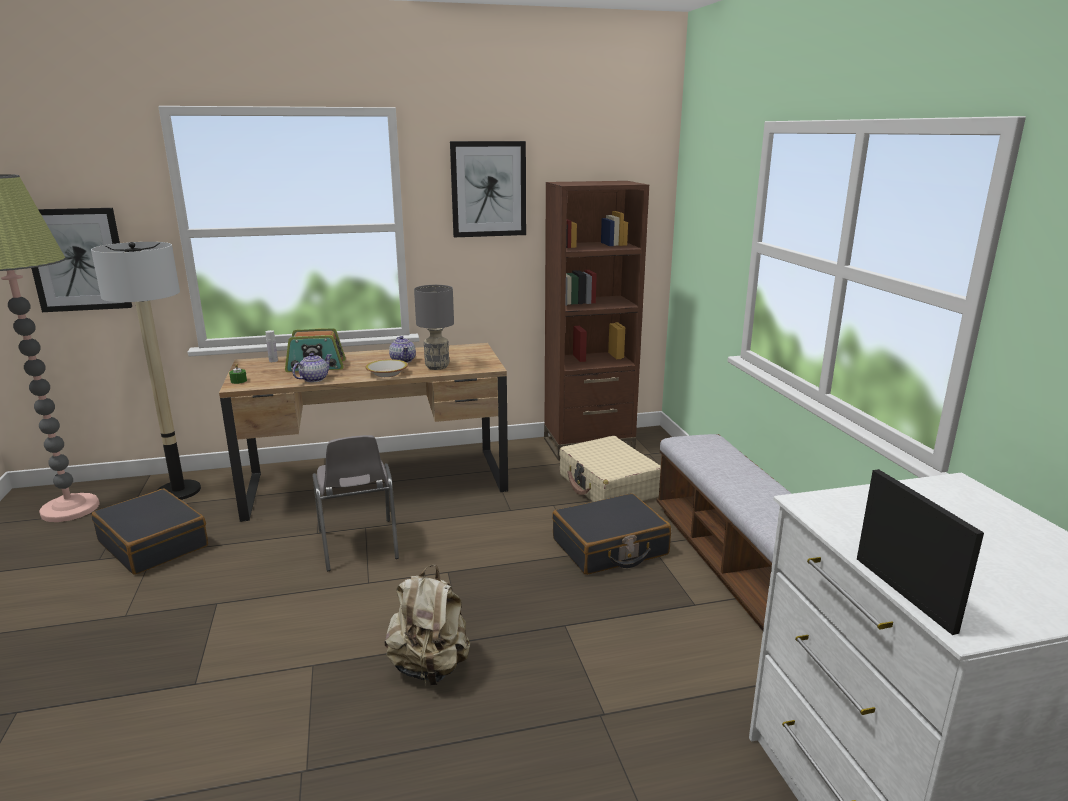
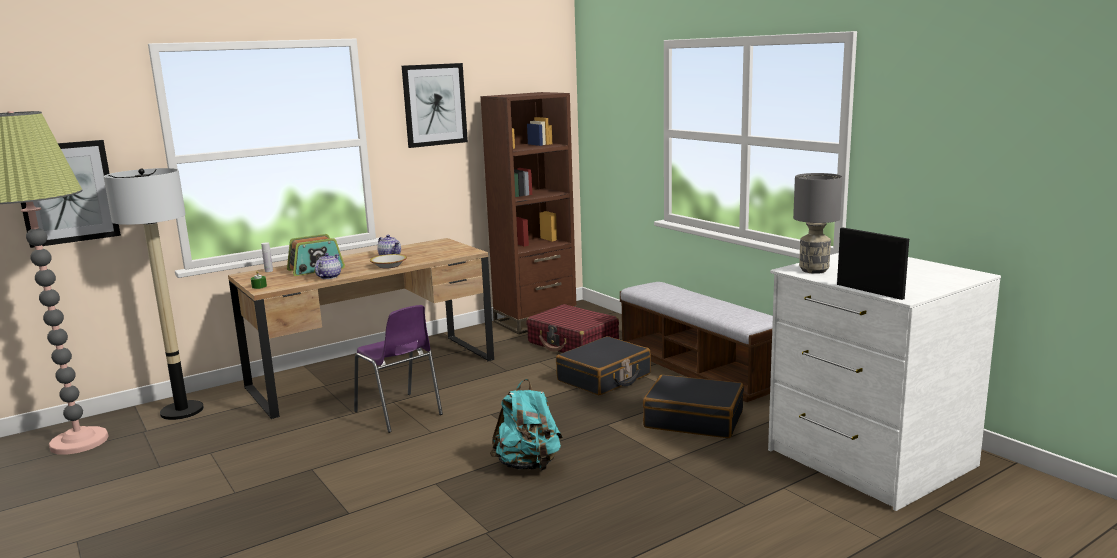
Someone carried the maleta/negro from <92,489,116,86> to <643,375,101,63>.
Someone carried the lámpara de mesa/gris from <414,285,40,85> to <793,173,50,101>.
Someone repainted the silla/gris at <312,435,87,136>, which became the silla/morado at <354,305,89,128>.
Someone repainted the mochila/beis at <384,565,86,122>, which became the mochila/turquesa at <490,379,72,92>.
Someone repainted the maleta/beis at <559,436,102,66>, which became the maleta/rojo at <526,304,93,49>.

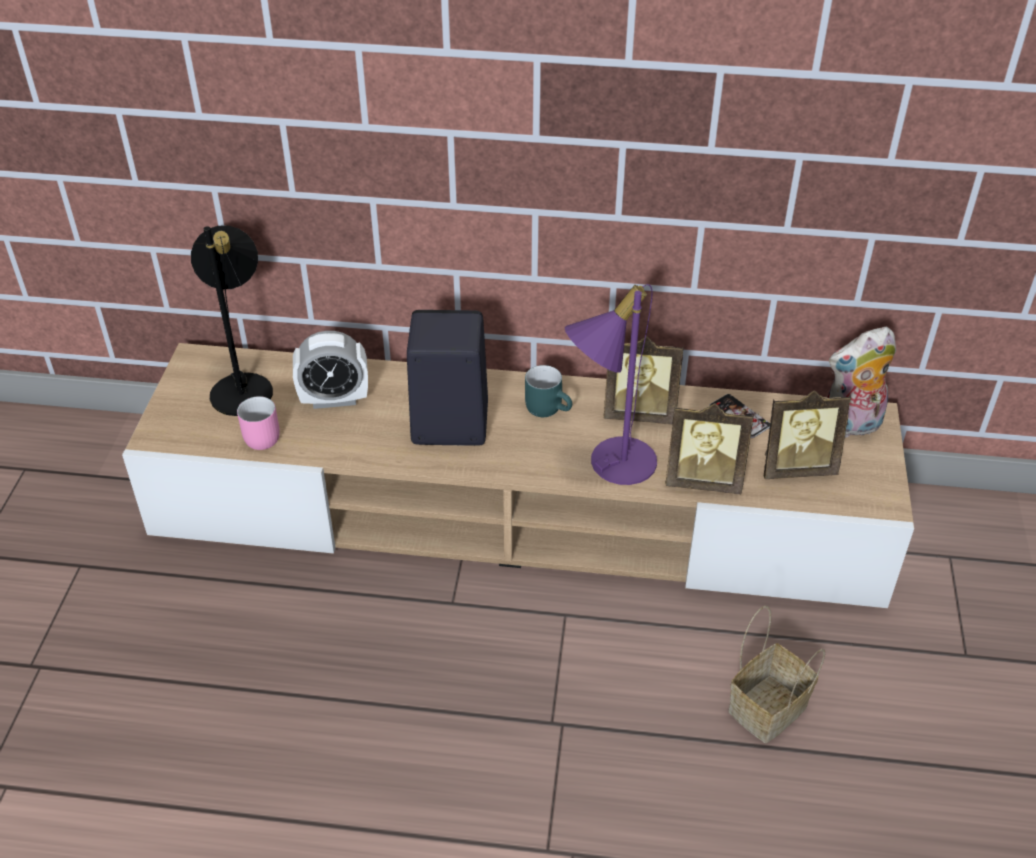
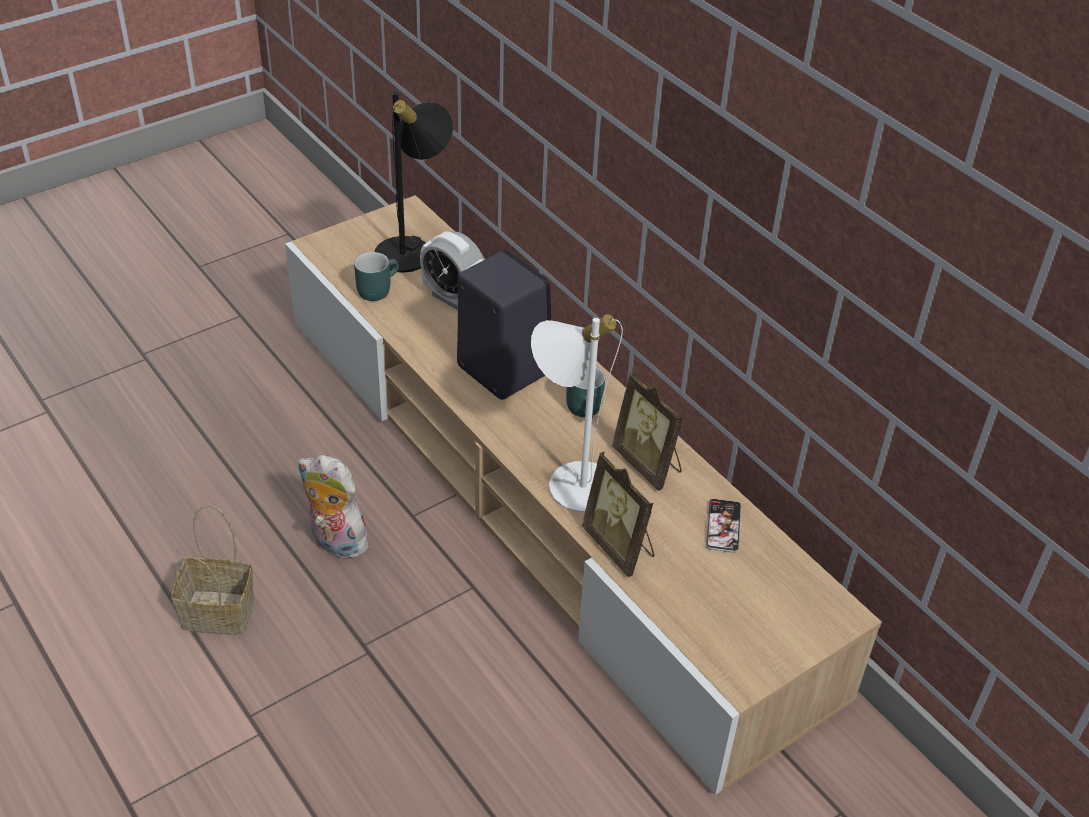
Someone took away the portarretratos at <764,390,87,89>.
Someone carried the cesta from <728,606,97,137> to <171,505,83,130>.
Someone carried the peluche from <827,327,69,111> to <298,455,73,104>.
Someone repainted the taza grande/rosa at <237,396,43,54>, which became the taza grande/turquesa at <354,252,45,49>.
Someone repainted the lámpara de mesa/morado at <565,284,92,201>, which became the lámpara de mesa/blanco at <531,314,92,199>.

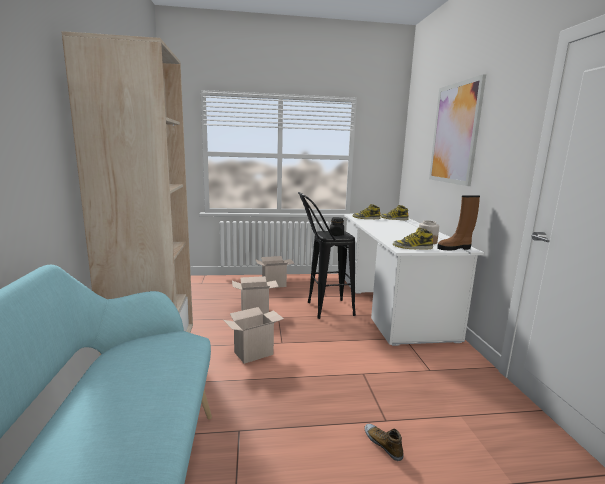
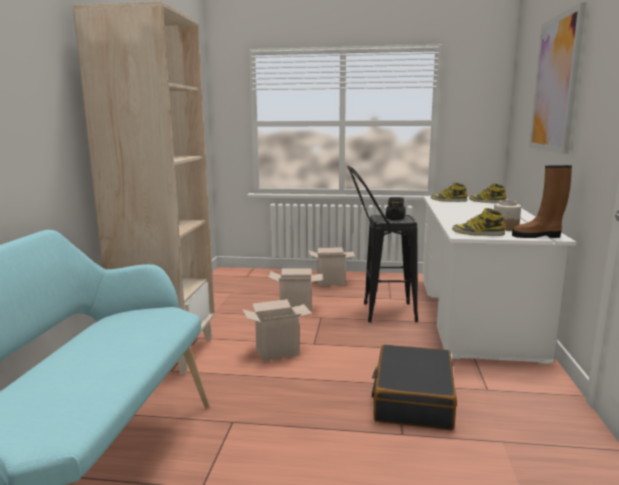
Someone took away the zapato at <364,424,40,37>.
Someone put down the maleta/negro at <372,344,85,86>.

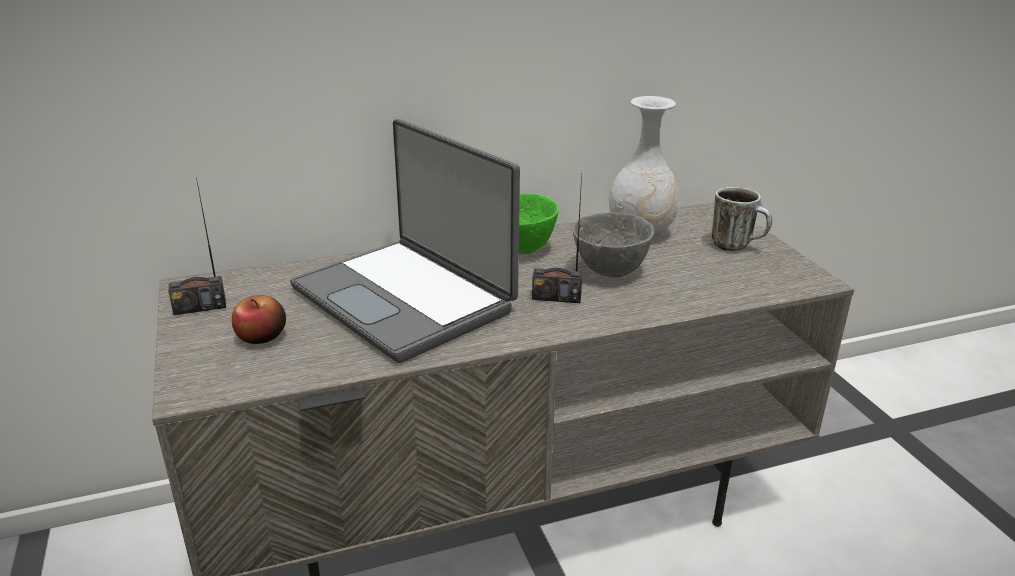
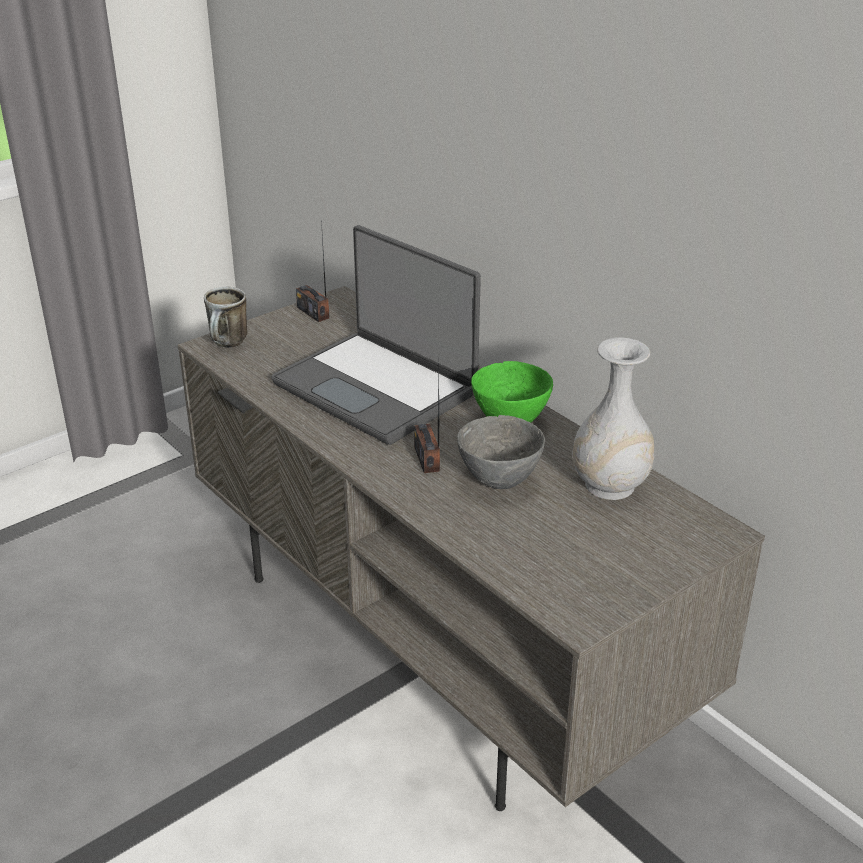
Someone took away the manzana at <232,295,54,49>.
Someone carried the taza grande from <712,187,60,64> to <204,287,43,61>.
Someone rotated the portátil at <290,119,230,244> by 75 degrees counterclockwise.

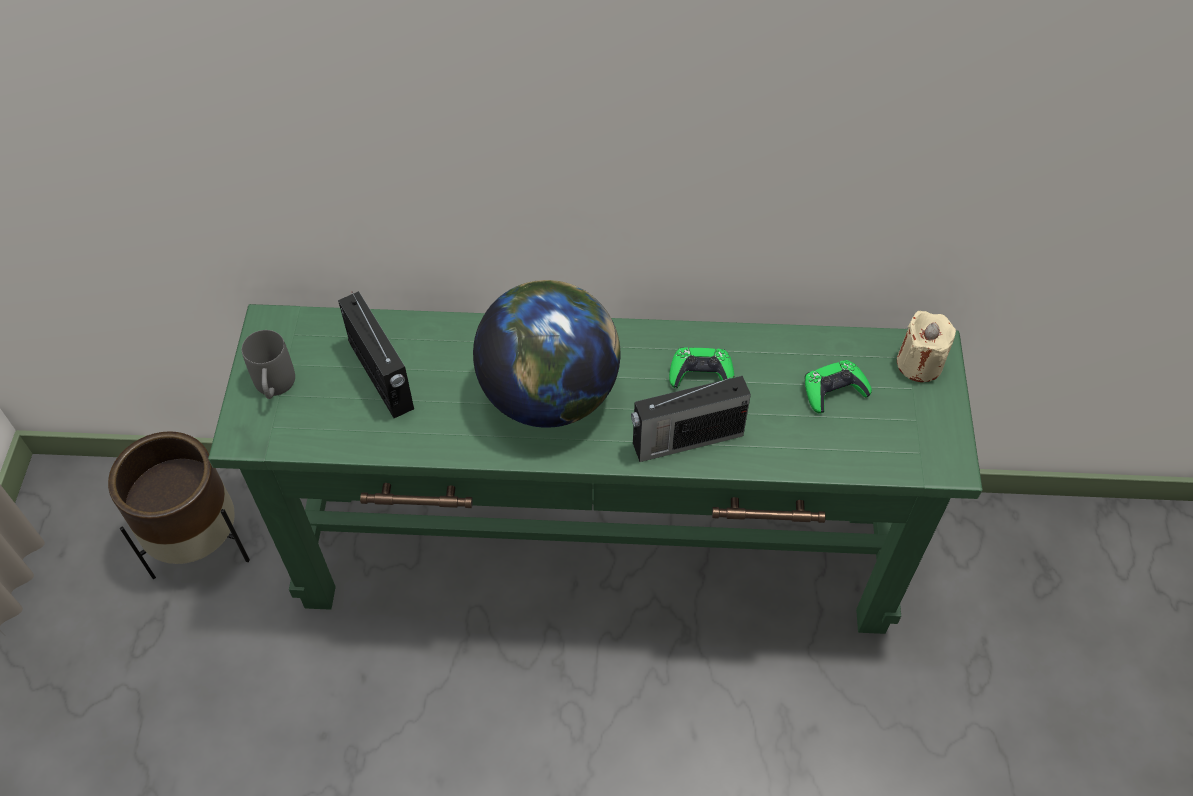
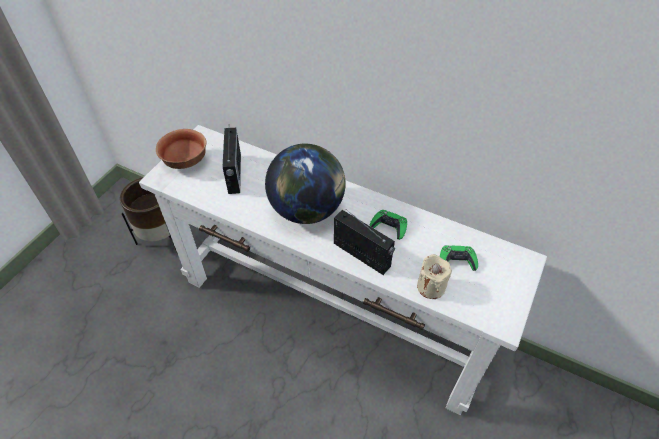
Someone carried the vela/beis from <897,311,59,71> to <417,254,35,45>.
Someone swapped the taza grande/gris at <242,330,53,69> for the cuenco at <156,129,51,40>.
Someone repainted the mesa consola/verde at <208,304,775,330>, which became the mesa consola/blanco at <139,125,408,290>.
Someone rotated the radio at <631,376,120,86> by 150 degrees counterclockwise.

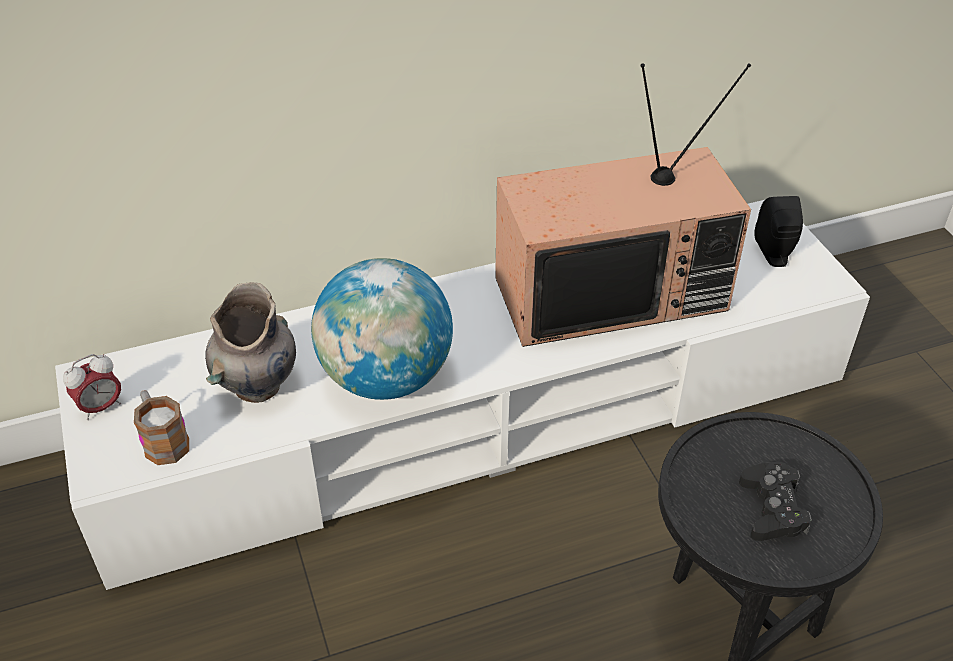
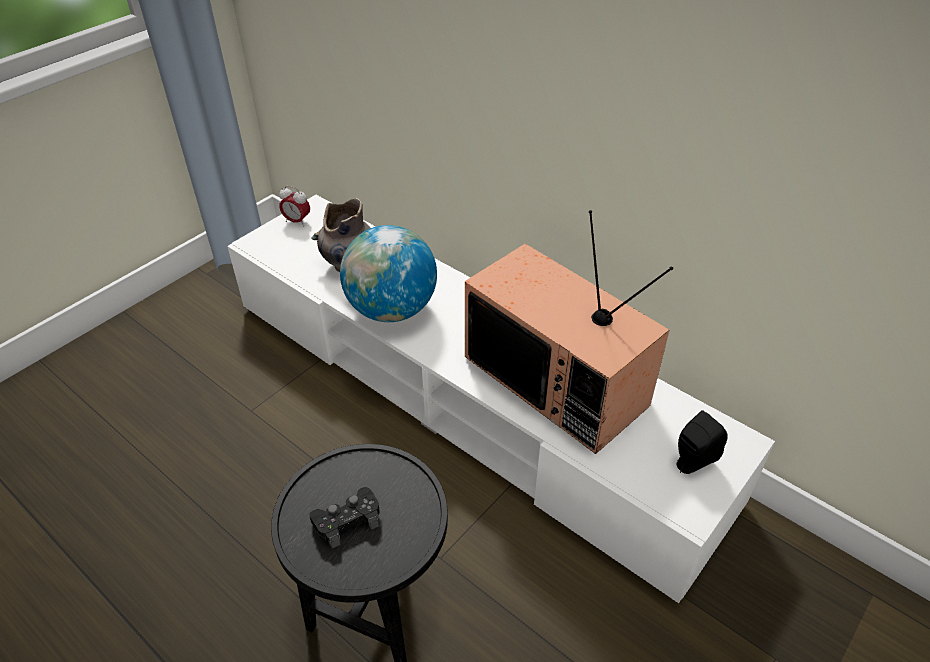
Someone took away the taza grande at <134,390,55,75>.

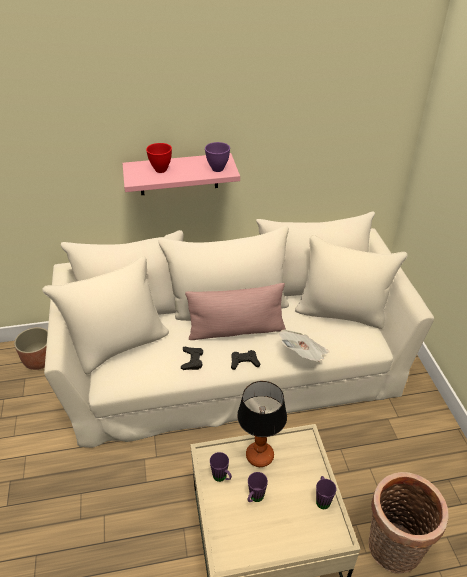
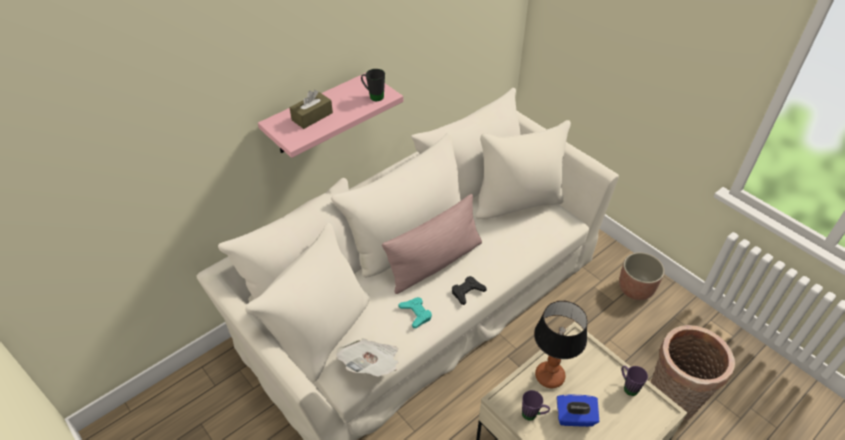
Someone carried the maceta from <14,327,34,43> to <619,252,45,48>.
Someone carried the periódico from <279,330,50,32> to <336,338,63,38>.
Someone swapped the cuenco/rojo at <146,143,26,30> for the caja de pañuelos/marrón at <290,90,43,39>.
Someone swapped the cuenco/morado at <205,142,25,30> for the taza grande/negro at <361,69,24,32>.
Someone swapped the taza grande/morado at <247,472,21,30> for the caja de pañuelos/azul at <556,395,43,32>.
Someone repainted the mando de consola/negro at <181,347,22,23>, which became the mando de consola/turquesa at <398,297,34,31>.

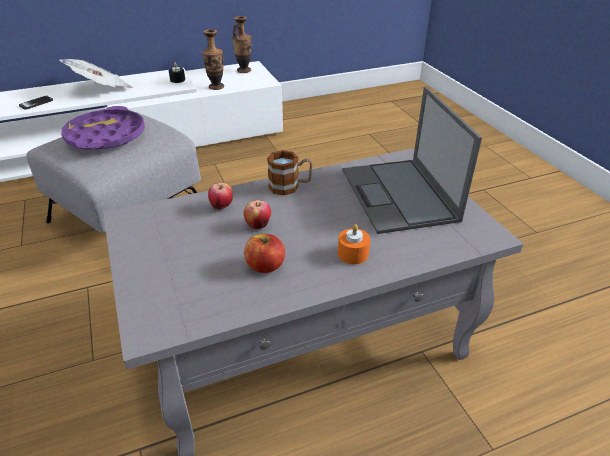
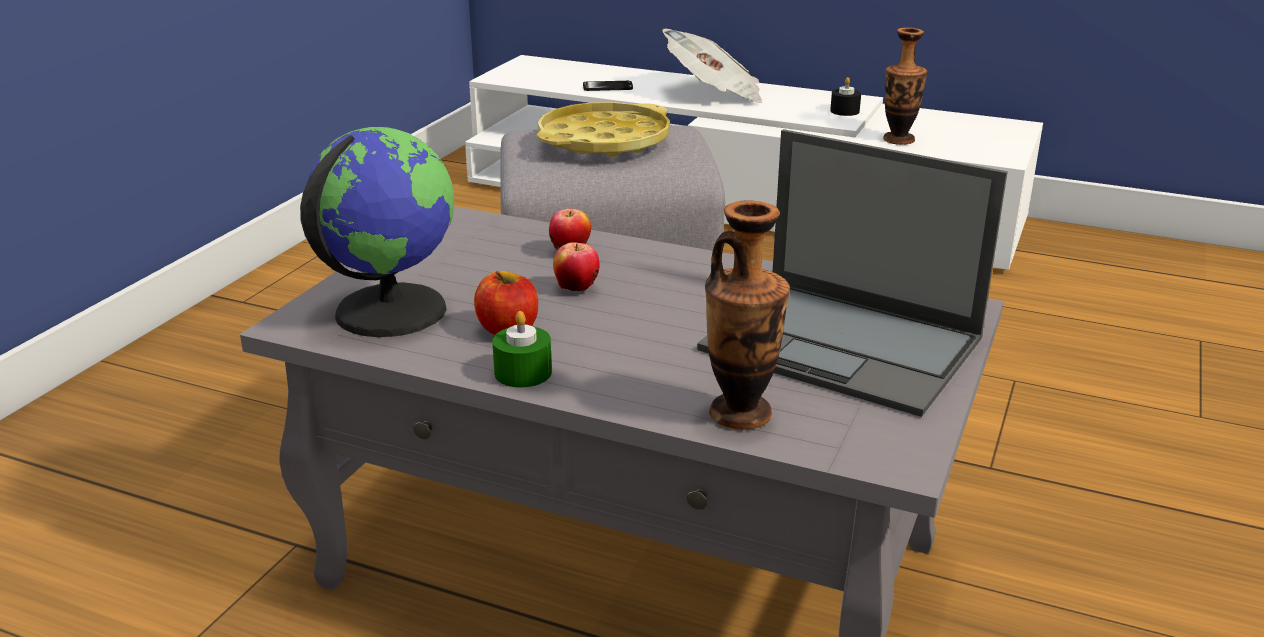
Someone took away the taza grande at <267,150,46,45>.
Someone took away the vela/naranja at <338,224,32,40>.
Someone put down the globo terráqueo at <300,127,154,210>.
Someone put down the vela/verde at <492,311,60,77>.
Someone carried the florero from <232,16,19,57> to <705,200,85,230>.
Someone repainted the bandeja/morado at <61,106,84,44>, which became the bandeja/amarillo at <537,102,133,55>.
Someone rotated the portátil at <342,87,140,147> by 90 degrees counterclockwise.

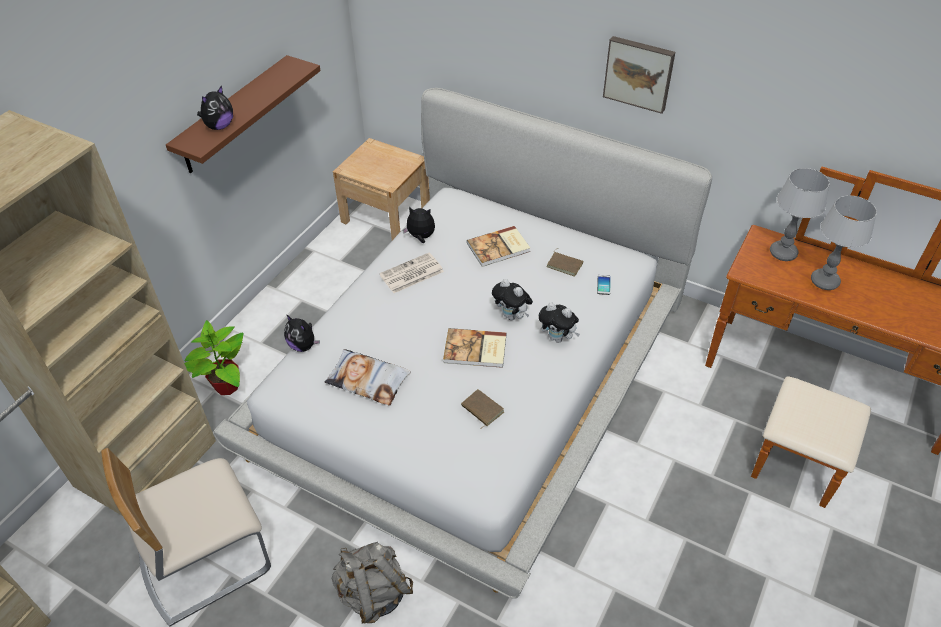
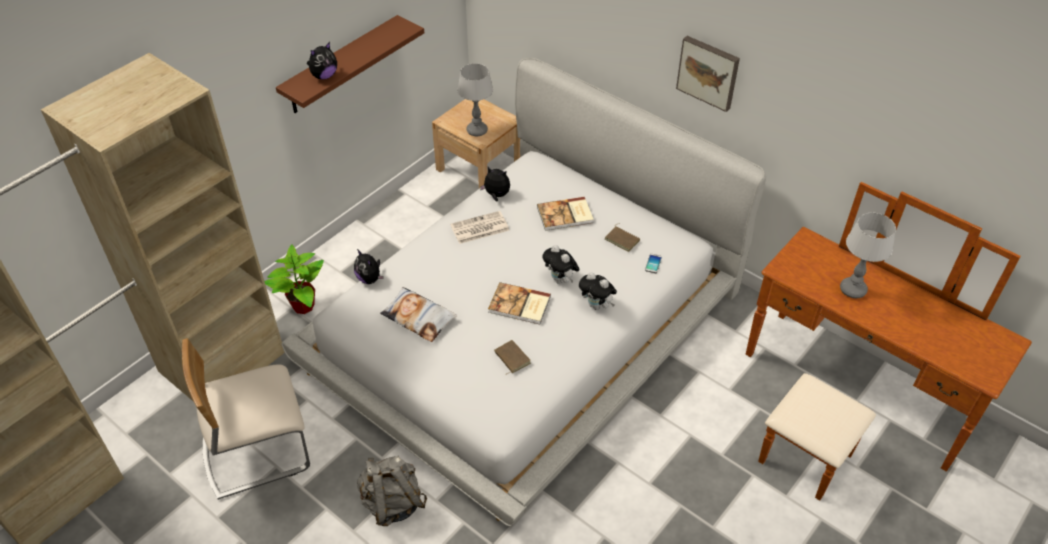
Someone carried the lámpara de mesa from <770,168,59,93> to <458,63,35,73>.

